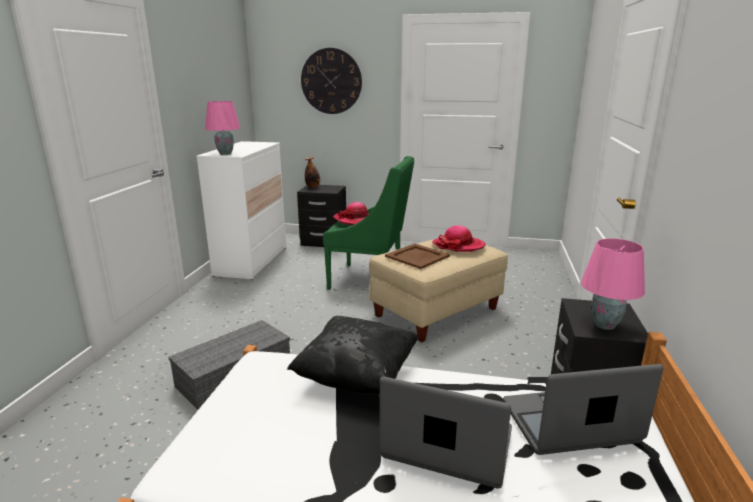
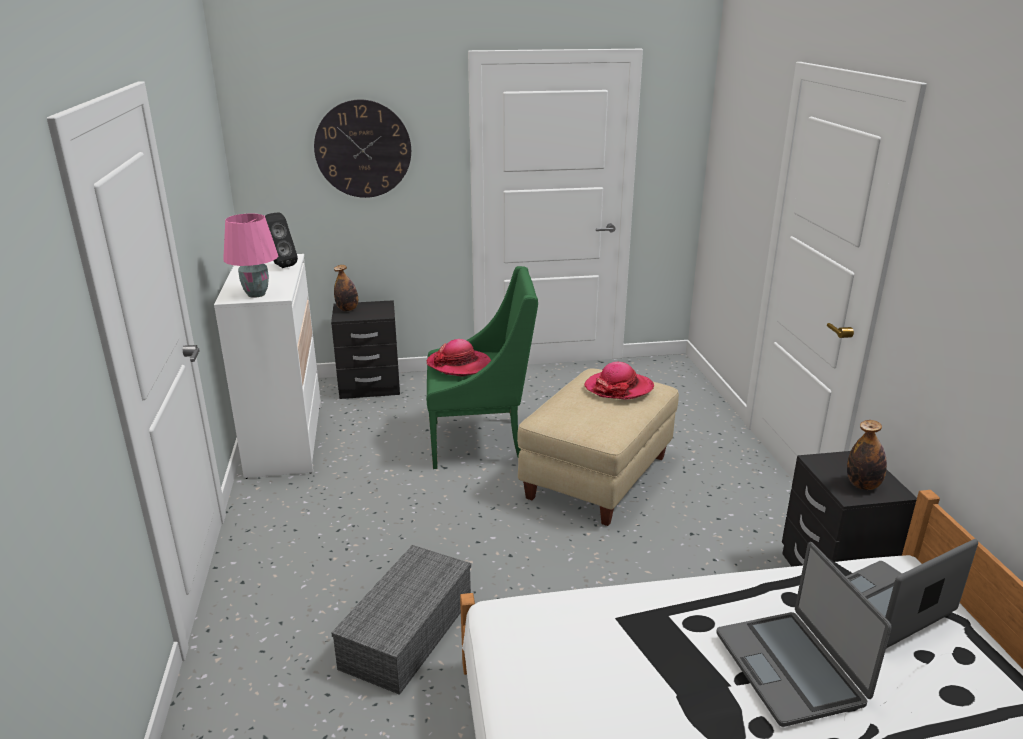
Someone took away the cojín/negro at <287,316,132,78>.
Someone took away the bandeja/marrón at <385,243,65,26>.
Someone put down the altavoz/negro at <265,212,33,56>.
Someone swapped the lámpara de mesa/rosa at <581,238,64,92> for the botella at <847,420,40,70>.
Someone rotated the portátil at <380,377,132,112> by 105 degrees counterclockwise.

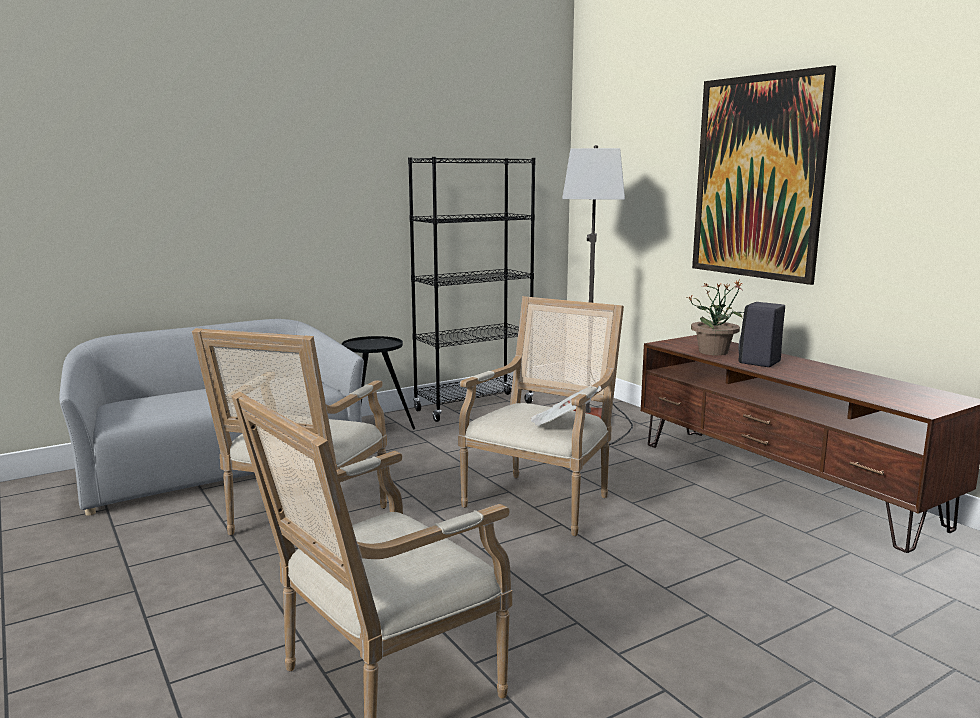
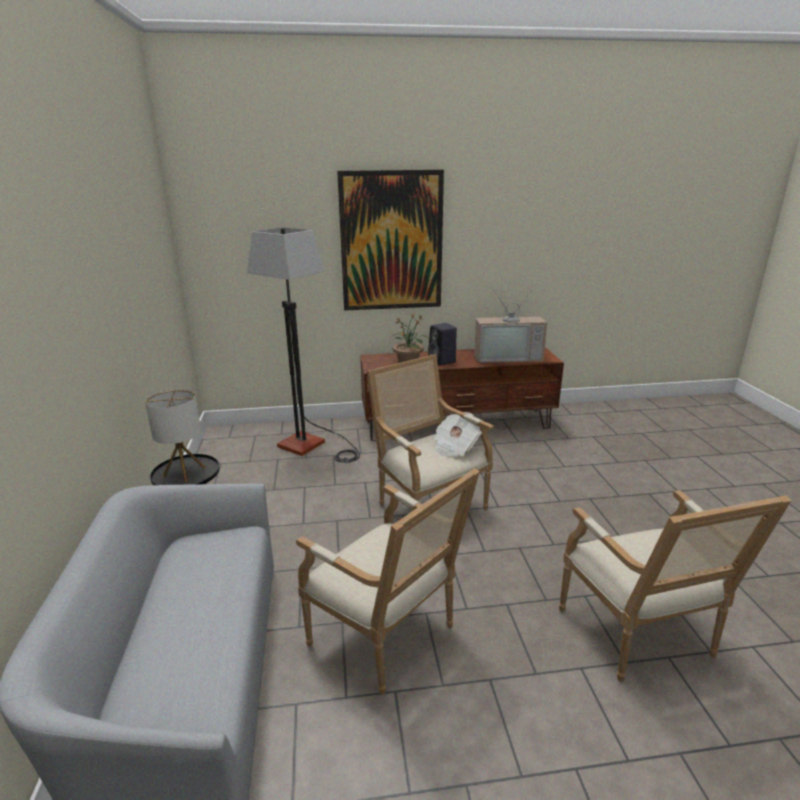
Someone took away the estantería/negro at <408,157,128,265>.
Someone put down the lámpara de mesa at <145,389,61,93>.
Someone put down the televisor at <474,288,73,75>.

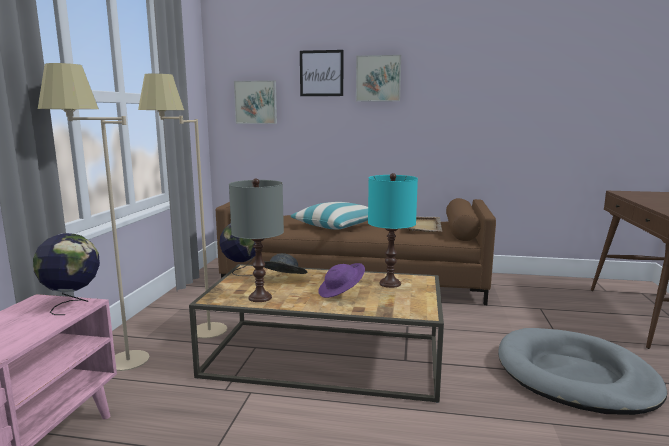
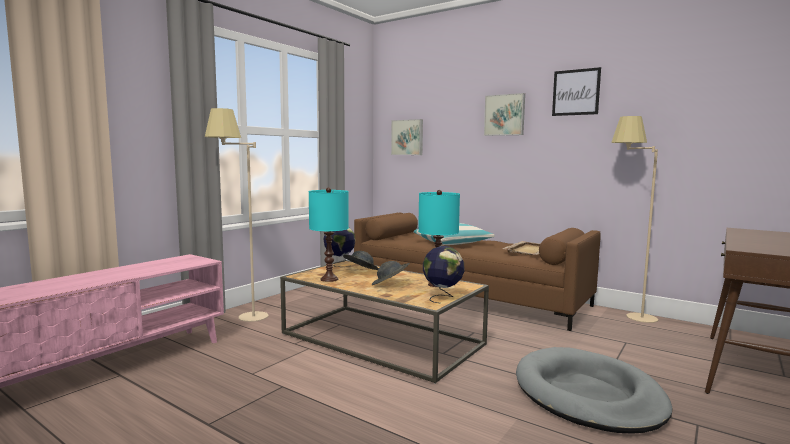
Someone carried the globo terráqueo from <33,233,67,82> to <423,246,42,57>.
Someone carried the lámpara de pie/beis from <138,73,89,265> to <611,116,47,207>.
Someone carried the cuadro from <300,50,44,46> to <552,67,49,49>.
Someone repainted the lámpara de mesa/gris at <229,179,55,123>, which became the lámpara de mesa/turquesa at <309,188,40,94>.
Someone repainted the sombrero/morado at <318,263,47,35>, which became the sombrero/gris at <372,261,38,24>.

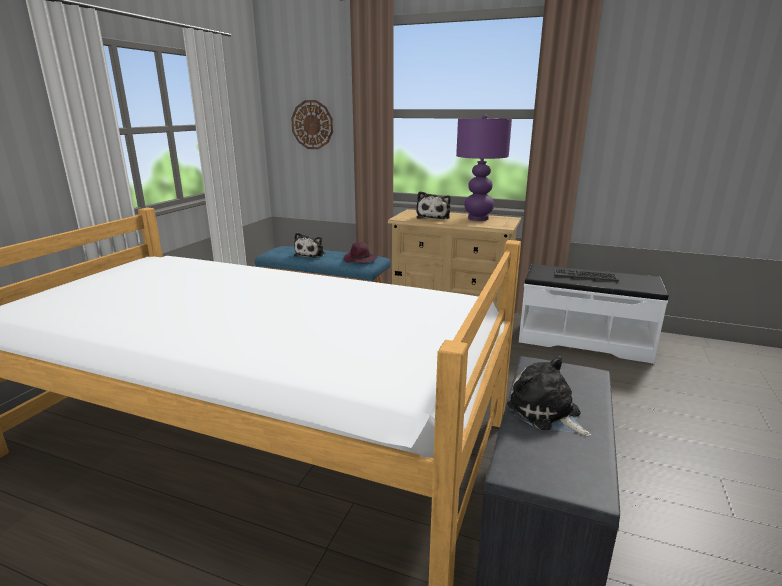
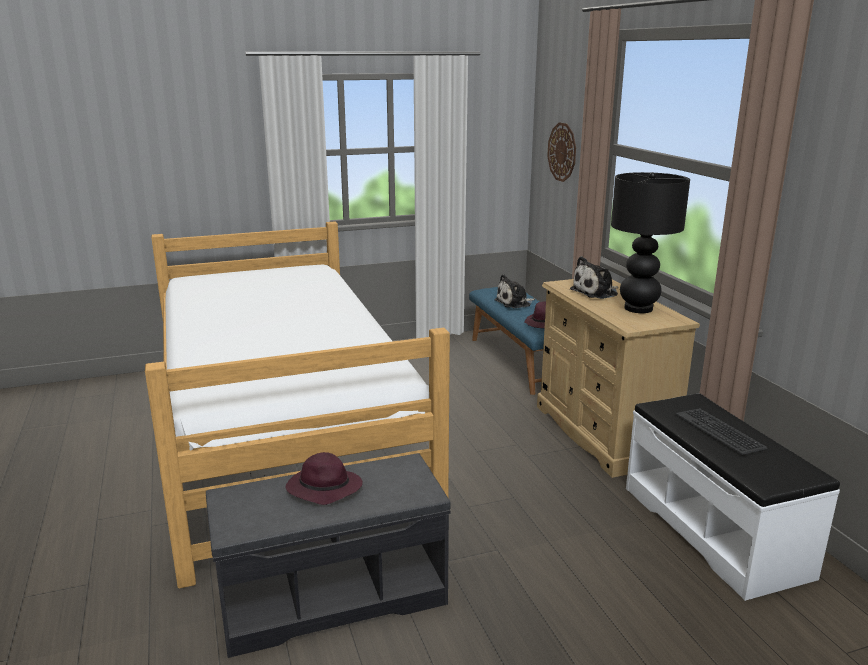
Someone swapped the peluche at <507,356,84,80> for the sombrero/morado at <286,452,77,53>.
Someone repainted the lámpara de mesa/morado at <456,115,56,106>, which became the lámpara de mesa/negro at <611,172,79,141>.

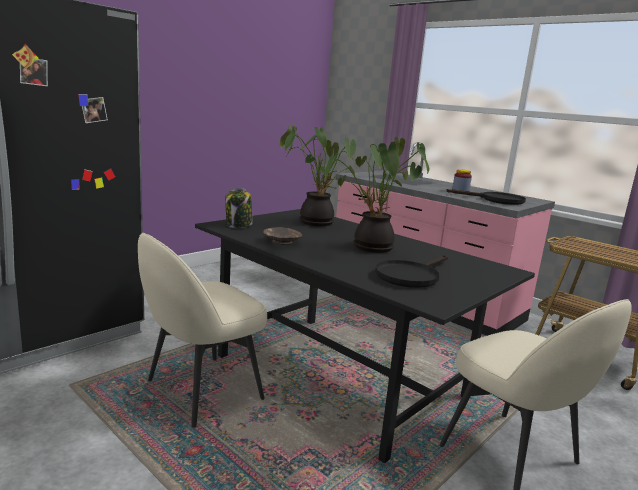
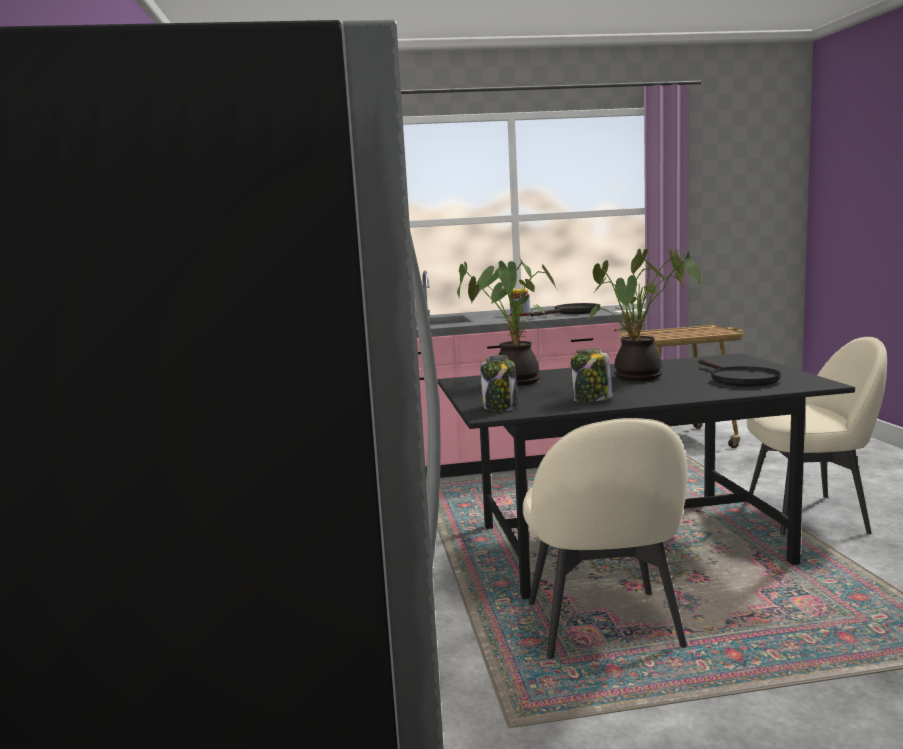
Someone swapped the cuenco/marrón at <263,227,39,18> for the tarro at <570,348,43,54>.

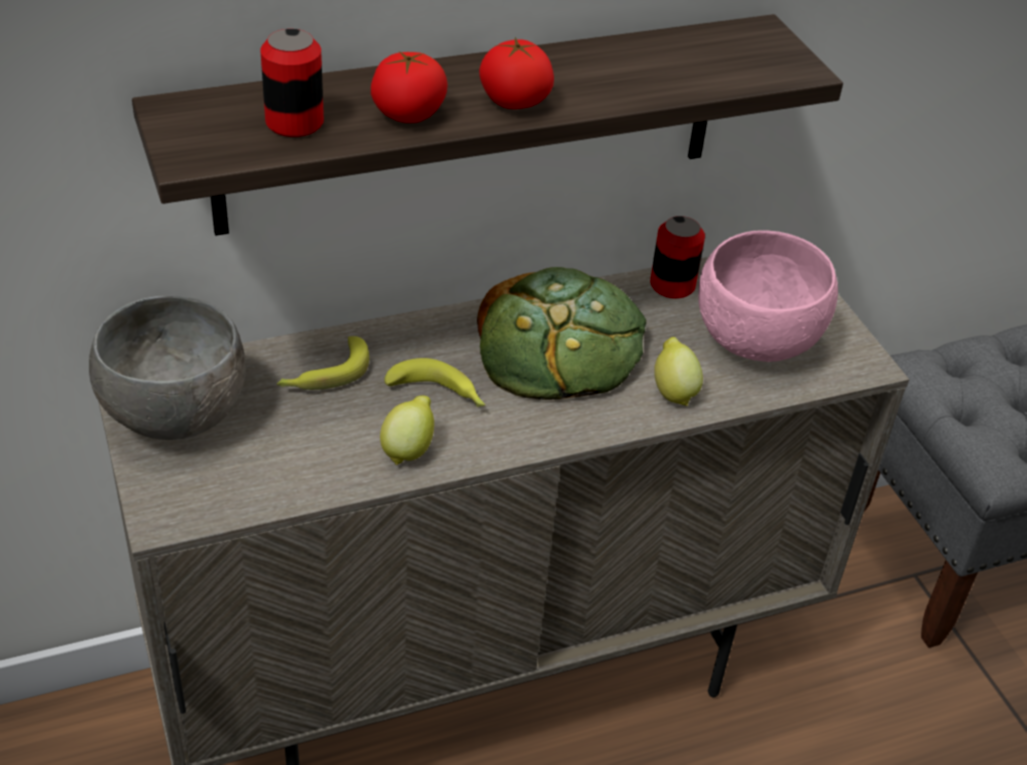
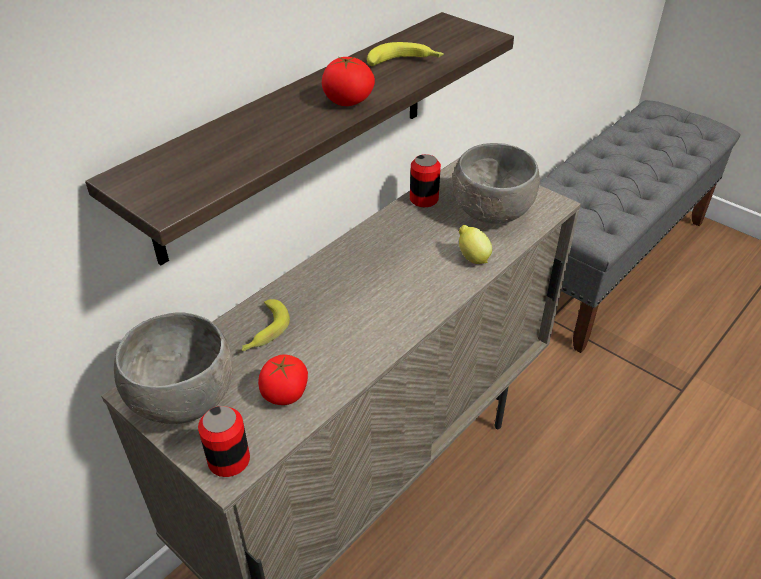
Someone took away the limón at <380,395,54,70>.
Someone took away the pan at <477,267,169,133>.
Someone carried the lata from <260,29,64,108> to <198,406,52,71>.
Someone carried the tomate from <371,51,77,72> to <258,354,50,51>.
Someone carried the plátano from <384,358,101,49> to <367,42,77,24>.
Someone repainted the cuenco/rosa at <698,230,140,132>, which became the cuenco/gris at <453,143,87,81>.

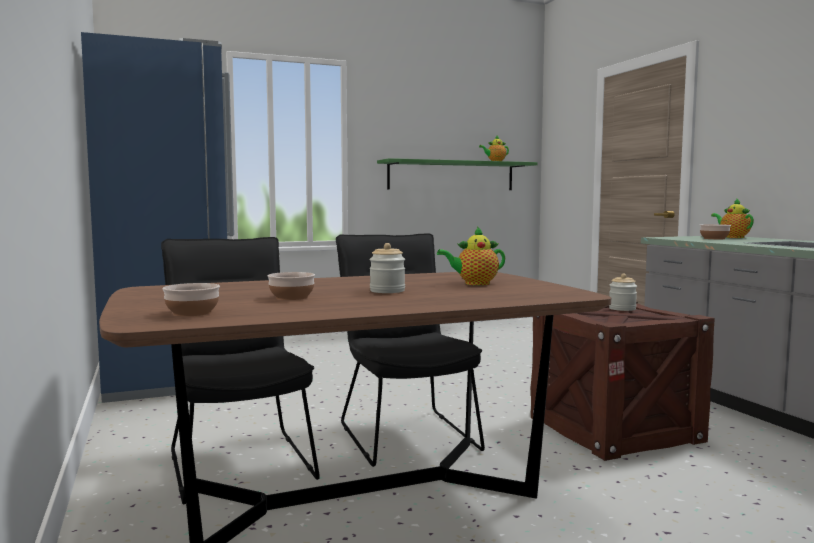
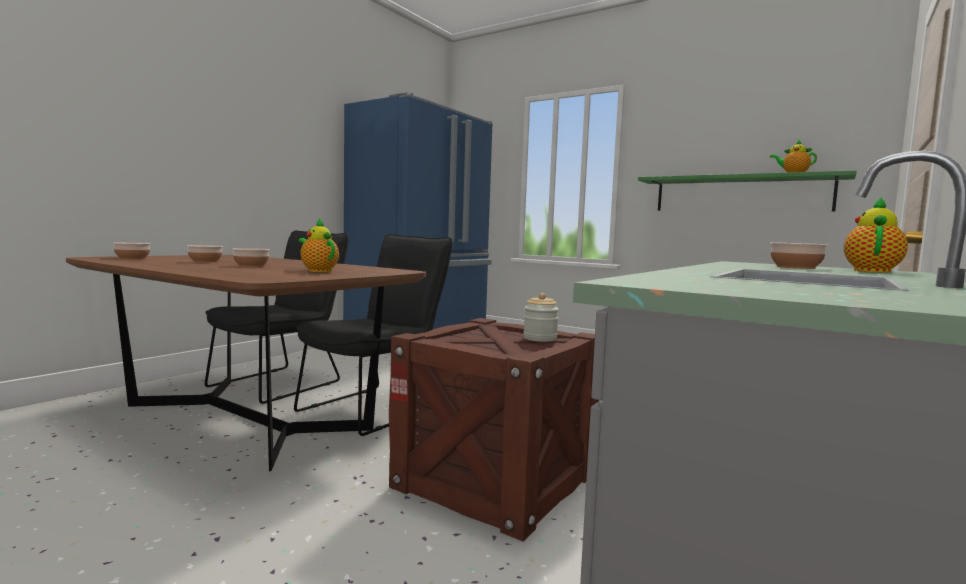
Someone swapped the tarro at <370,243,35,50> for the cuenco at <232,248,38,19>.

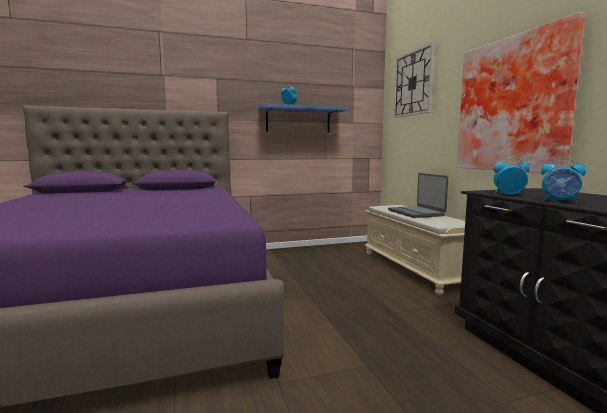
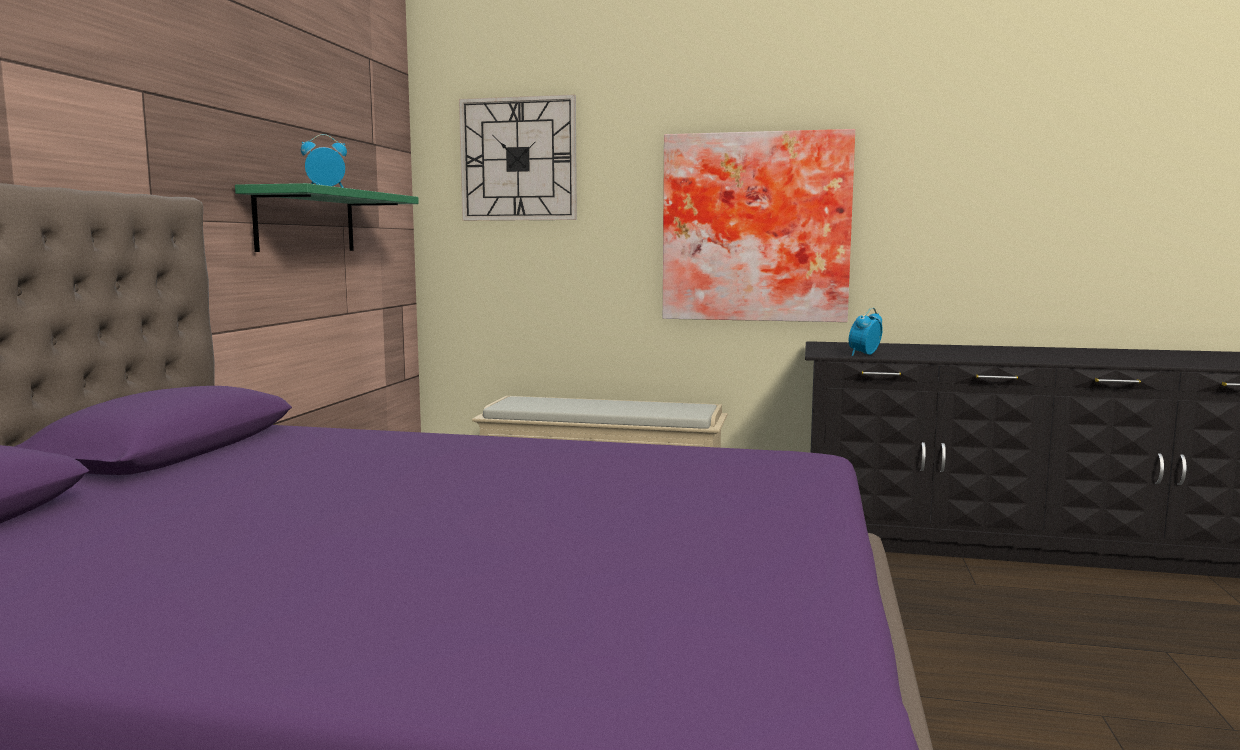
Someone took away the portátil at <388,173,60,45>.
Someone took away the despertador at <541,157,45,46>.
Someone repainted the estante/azul at <257,104,91,29>, which became the estante/verde at <235,183,184,69>.

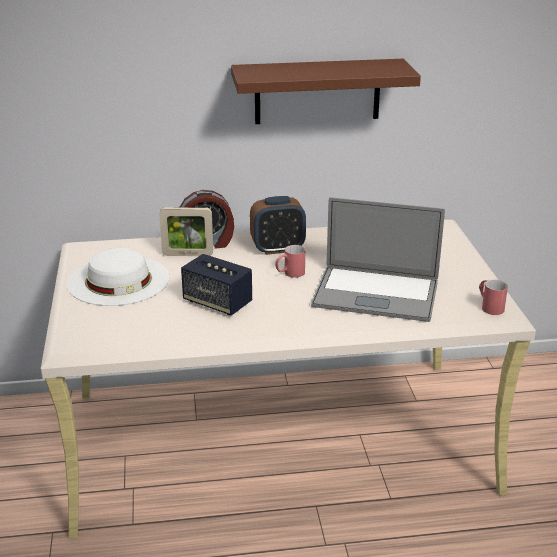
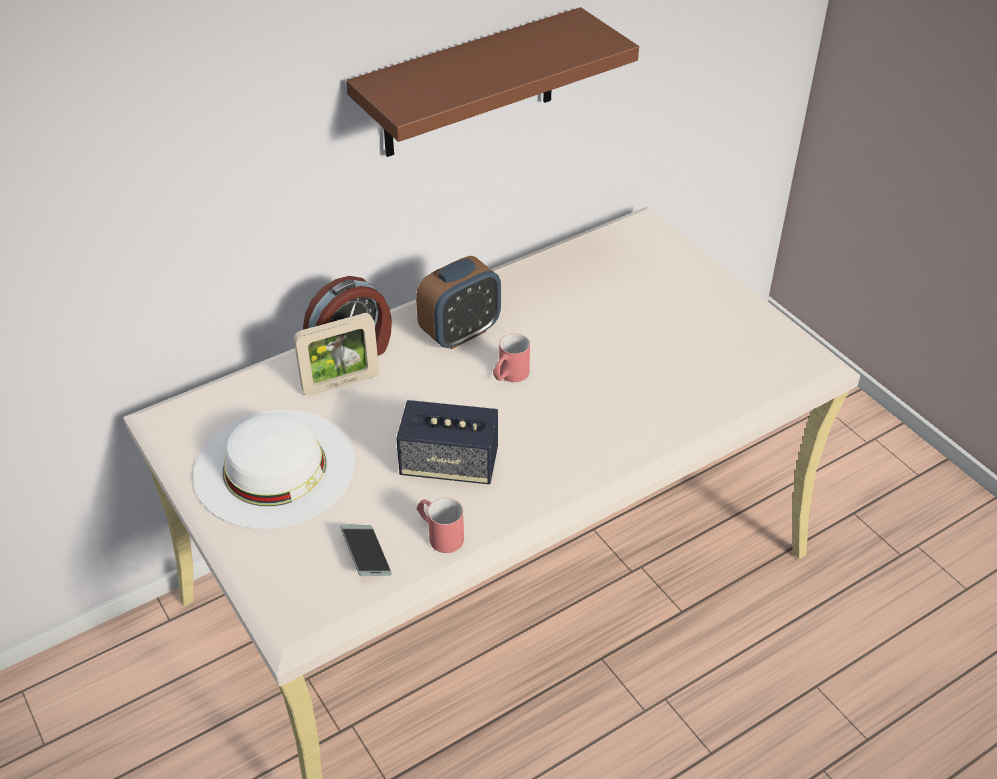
Someone took away the portátil at <311,197,134,125>.
Someone put down the móvil at <340,525,52,51>.
Someone carried the taza grande/rojo from <479,280,29,35> to <417,498,47,55>.

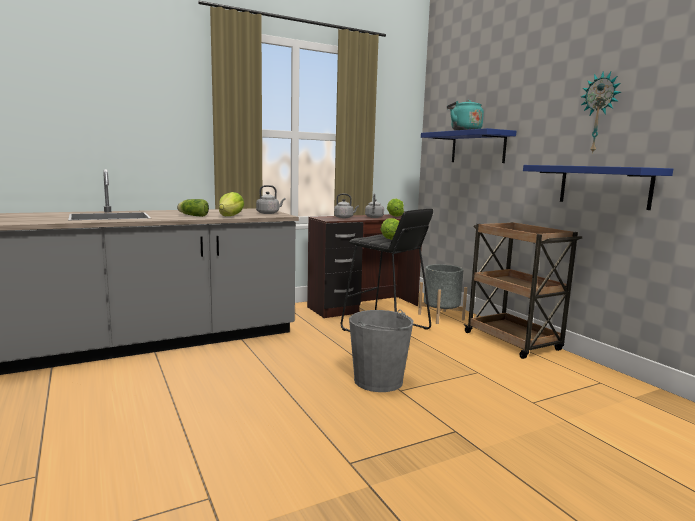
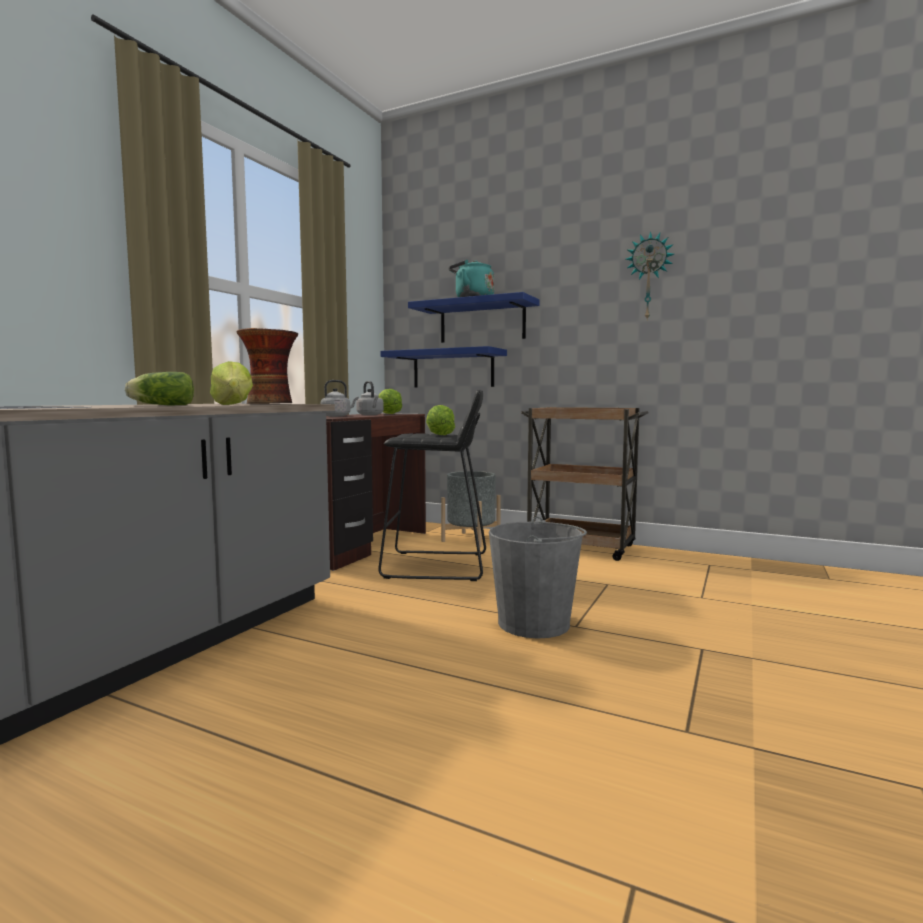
Someone carried the estante/azul from <523,165,150,45> to <381,346,126,41>.
Someone swapped the hervidor/gris at <256,185,30,29> for the florero at <236,328,62,76>.

